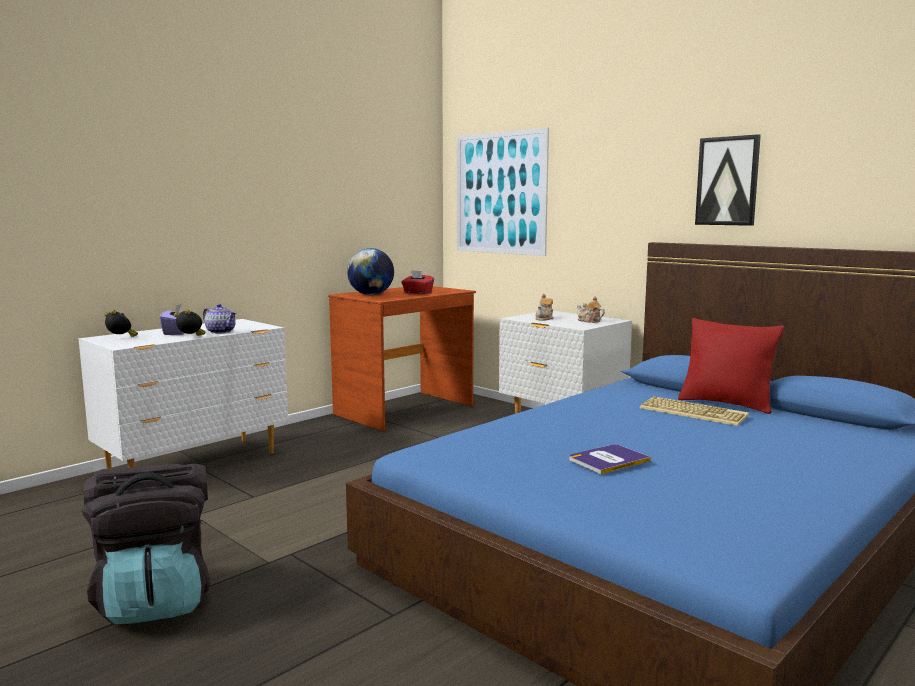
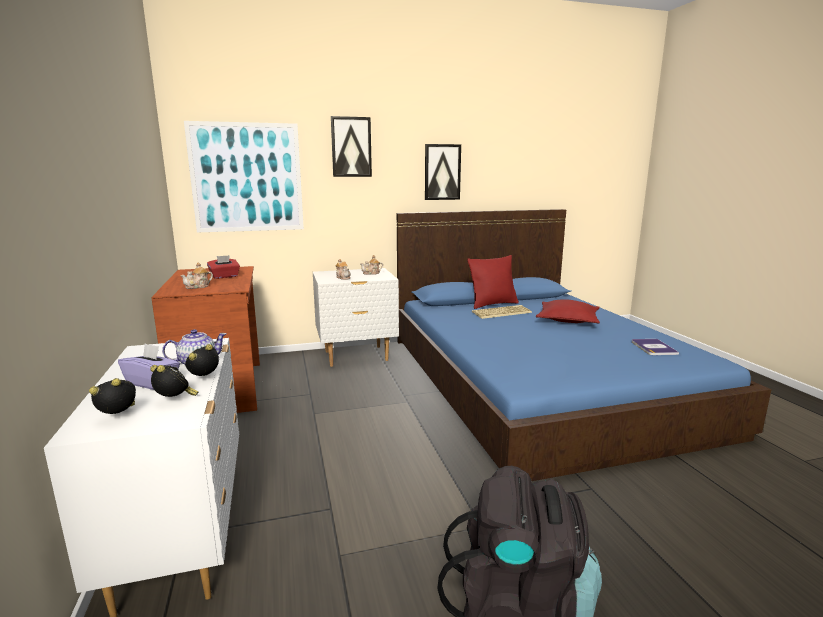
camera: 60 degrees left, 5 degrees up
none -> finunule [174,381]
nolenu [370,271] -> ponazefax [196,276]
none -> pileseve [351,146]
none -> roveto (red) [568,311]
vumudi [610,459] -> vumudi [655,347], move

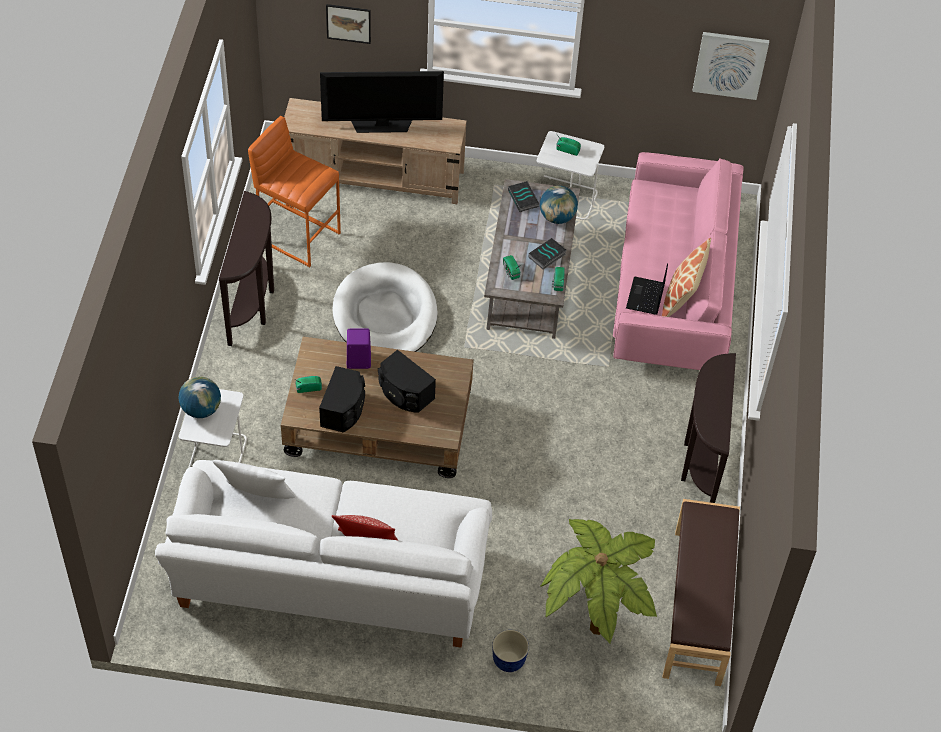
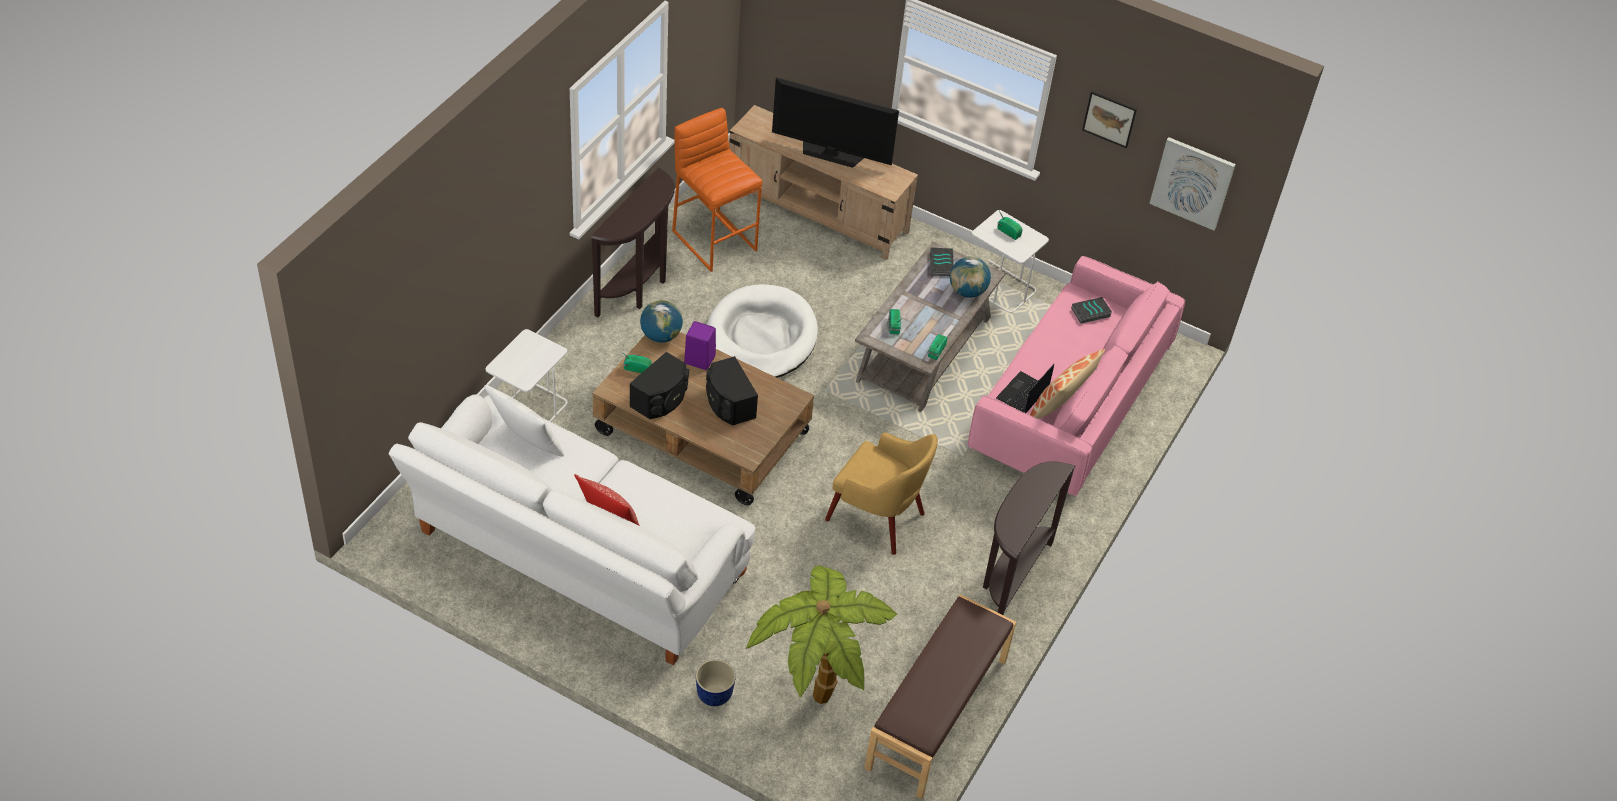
camera: 20 degrees right, 5 degrees down
nolenu [200,397] -> nolenu [661,321], move
none -> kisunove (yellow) [881,493]
vumudi [547,254] -> vumudi [1092,310], move
pileseve [348,24] -> pileseve [1109,119], move

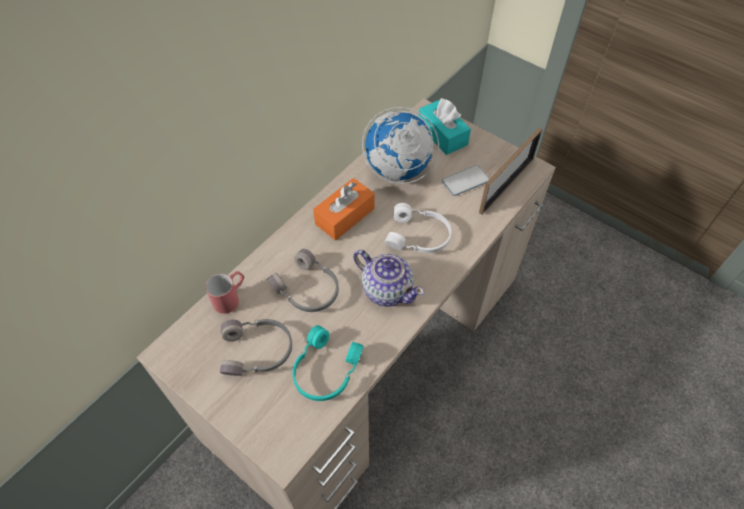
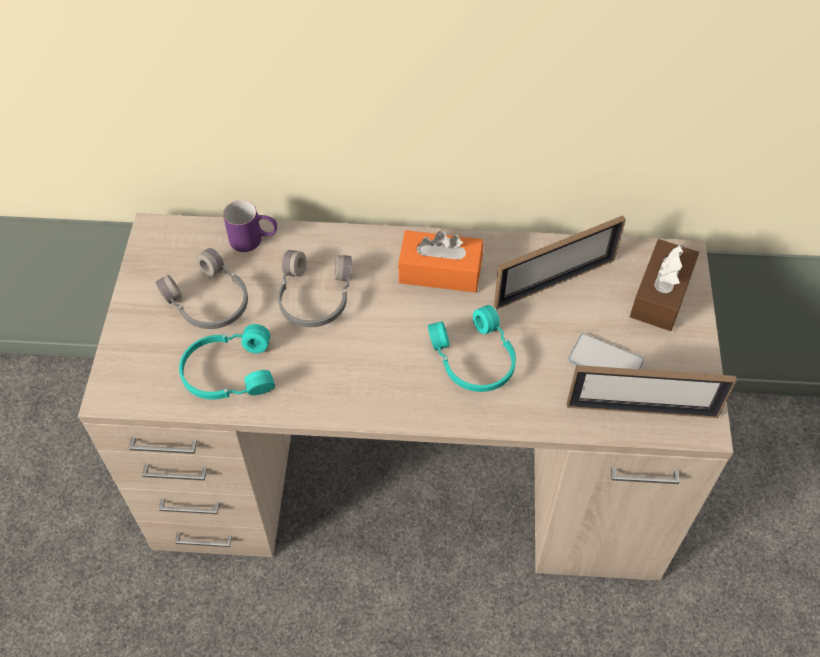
camera: 55 degrees right, 0 degrees up
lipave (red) [224,292] -> lipave (purple) [250,226]
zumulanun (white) [418,228] -> zumulanun (turquoise) [472,348]
nolenu [400,145] -> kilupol [560,262]
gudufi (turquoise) [445,126] -> gudufi (brown) [664,285]
ponazefax [388,278] -> none

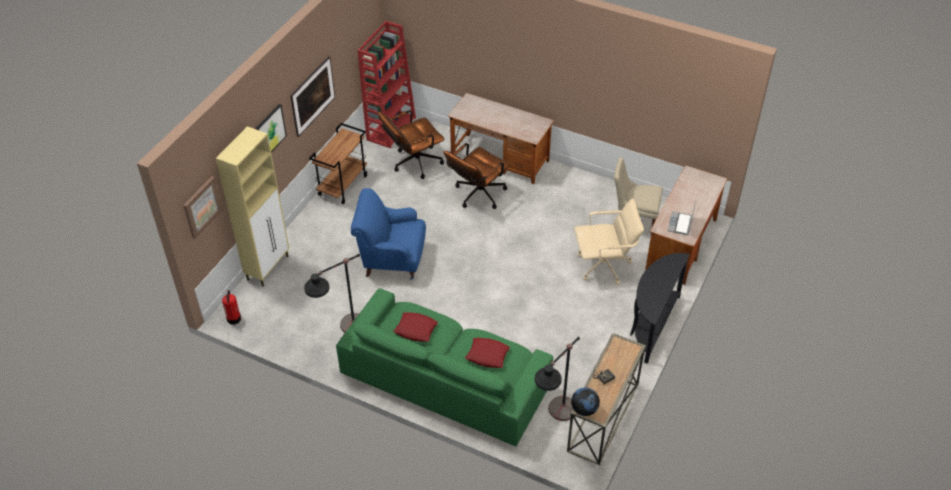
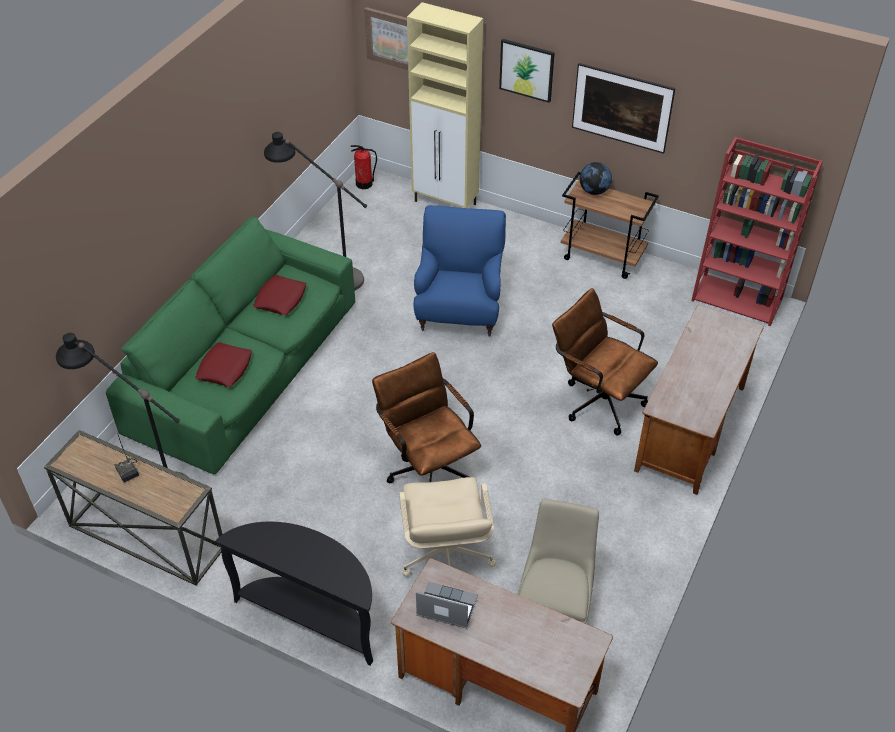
camera: 90 degrees right, 0 degrees up
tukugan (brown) [411,144] -> tukugan (brown) [426,417], move
nolenu [585,401] -> nolenu [596,178], move

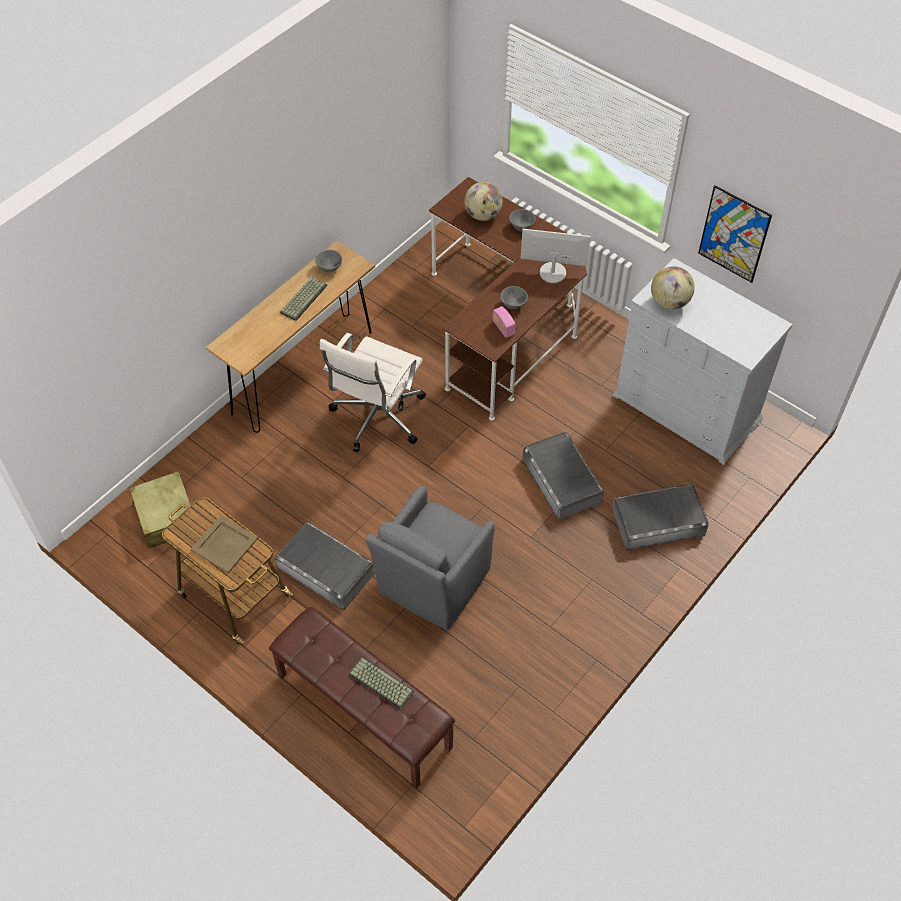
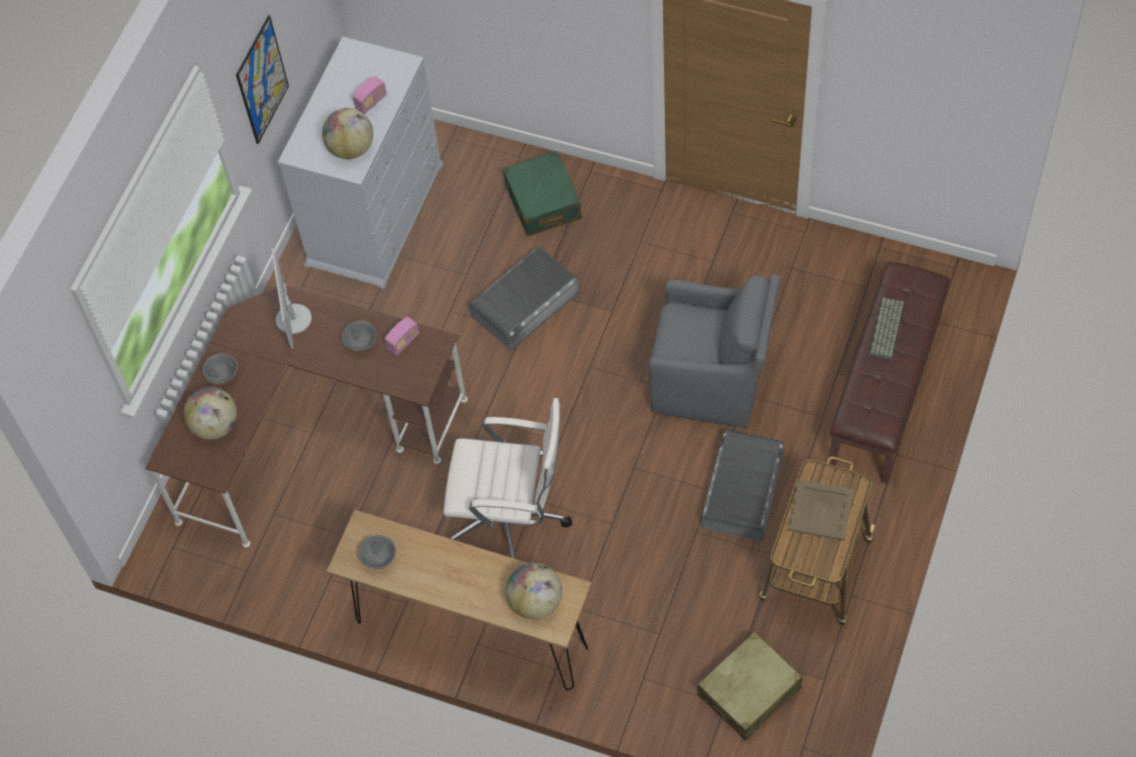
camera: 105 degrees left, 5 degrees up
none -> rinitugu [370,95]
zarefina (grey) [660,517] -> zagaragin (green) [542,193]
none -> nolenu [534,591]
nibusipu [303,299] -> none

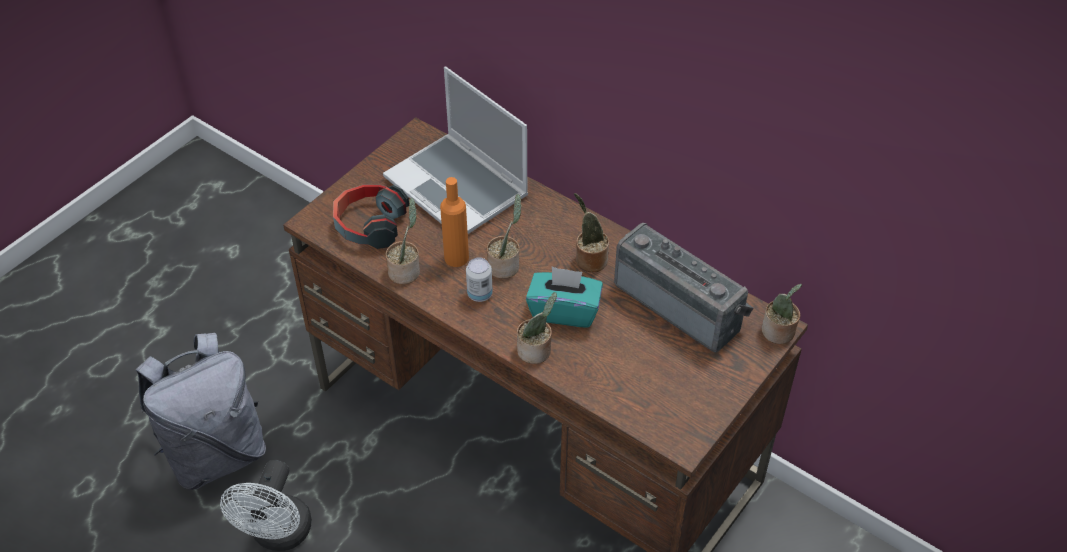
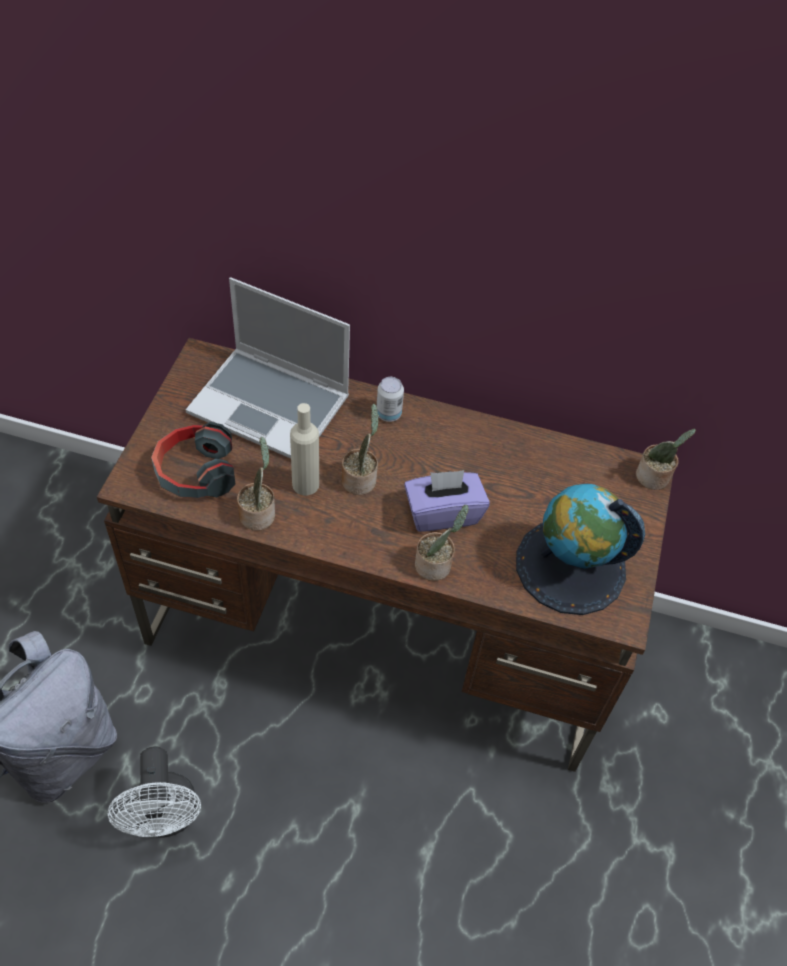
camera: 25 degrees left, 5 degrees up
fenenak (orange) [454,222] -> fenenak (beige) [304,449]
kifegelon [479,280] -> kifegelon [390,399], move
gudufi (turquoise) [564,297] -> gudufi (purple) [447,501]
none -> nolenu [580,549]
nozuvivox [591,232] -> none
rinitugu [684,287] -> none

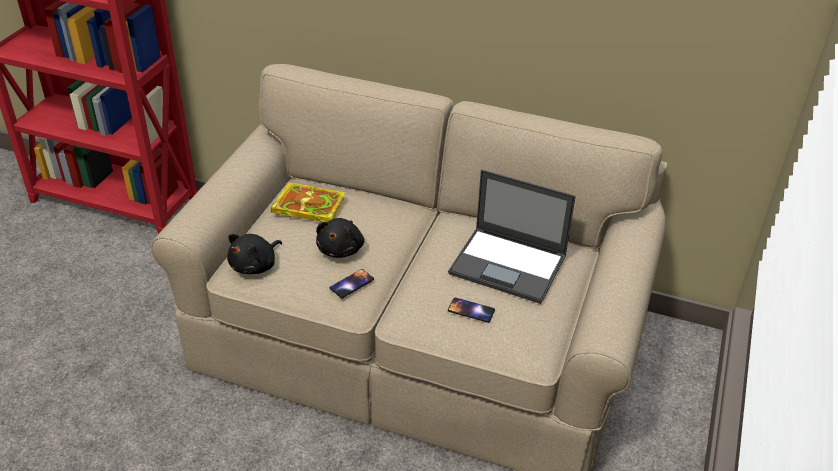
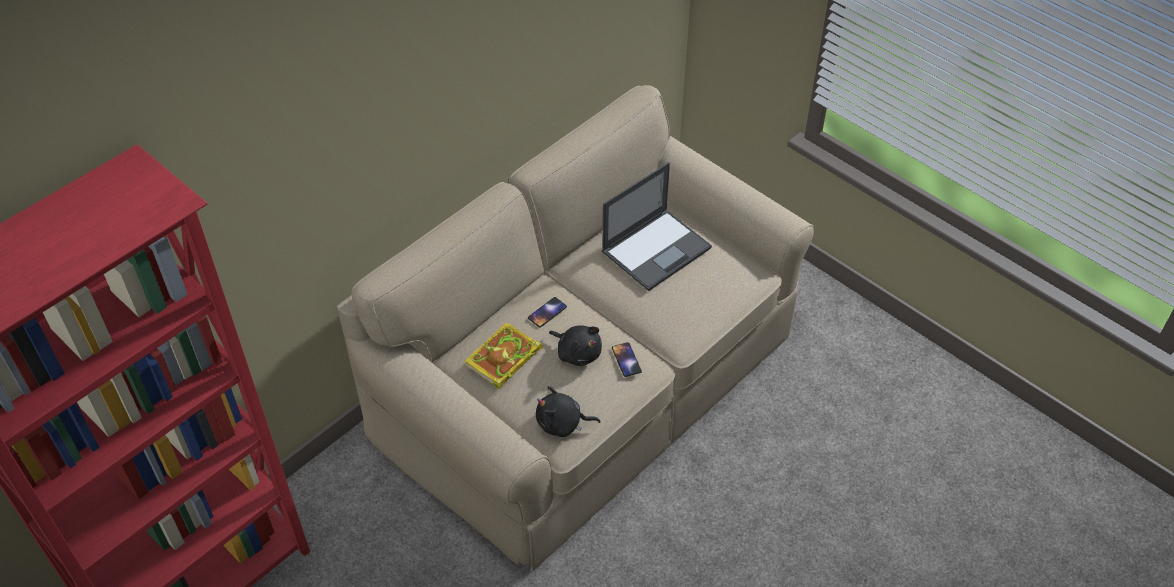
camera: 65 degrees left, 10 degrees up
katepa [471,310] -> katepa [547,312], move
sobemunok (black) [254,254] -> sobemunok (black) [568,411], 120 degrees clockwise

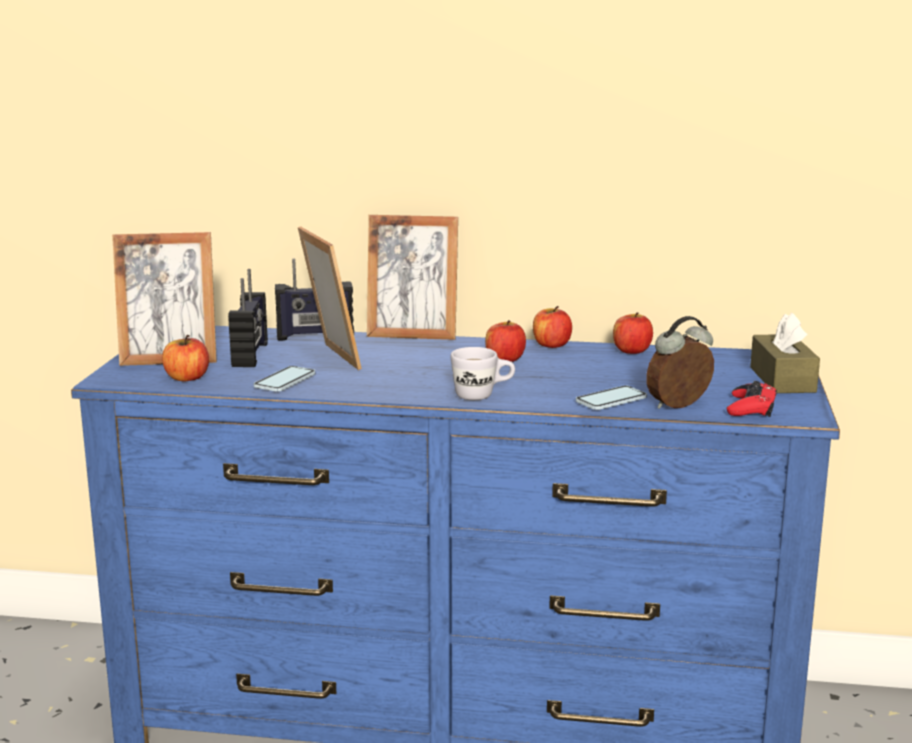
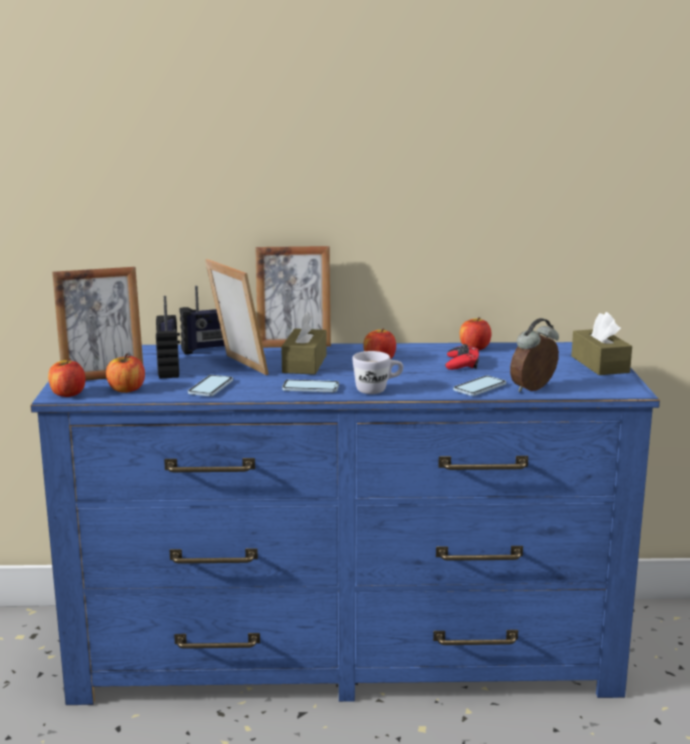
camera: 10 degrees left, 0 degrees up
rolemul [552,327] -> rolemul [67,377], move
none -> gudufi (brown) [304,343]
none -> katepa [310,386]
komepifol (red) [751,399] -> komepifol (red) [462,357], move

